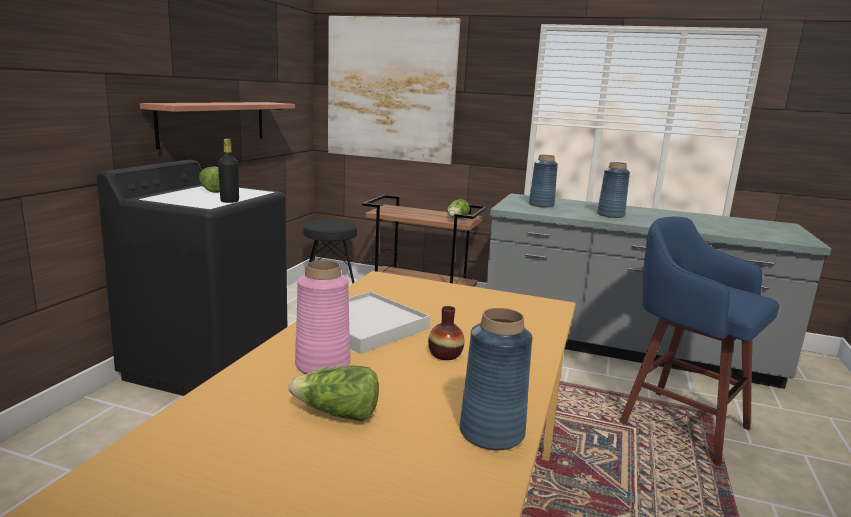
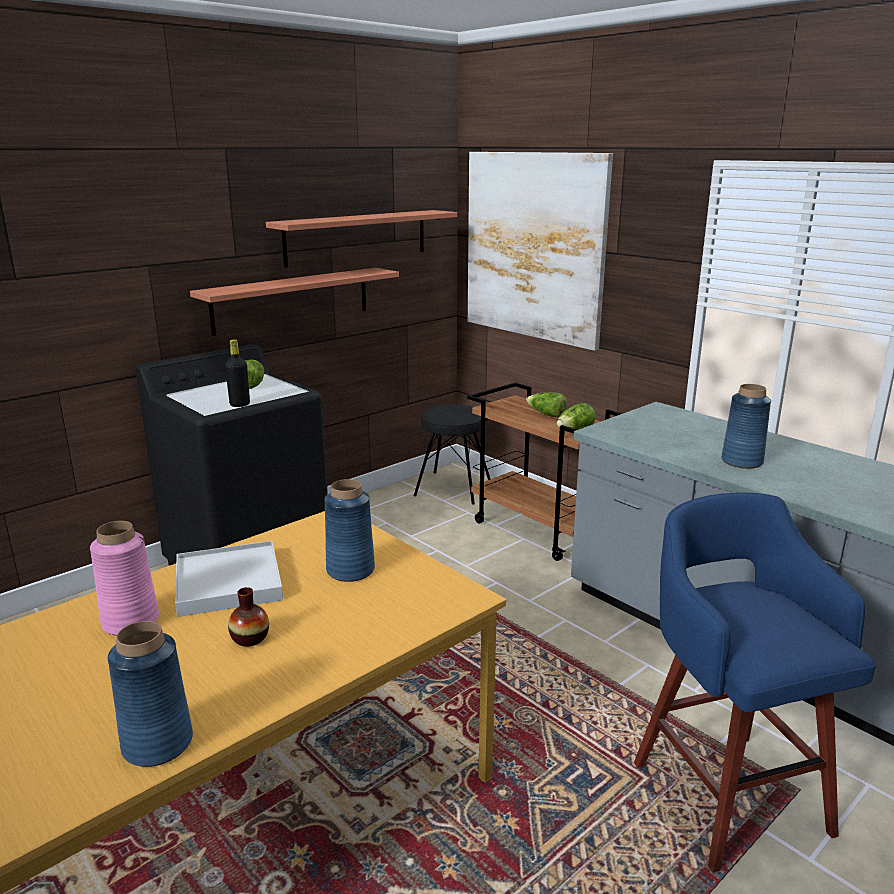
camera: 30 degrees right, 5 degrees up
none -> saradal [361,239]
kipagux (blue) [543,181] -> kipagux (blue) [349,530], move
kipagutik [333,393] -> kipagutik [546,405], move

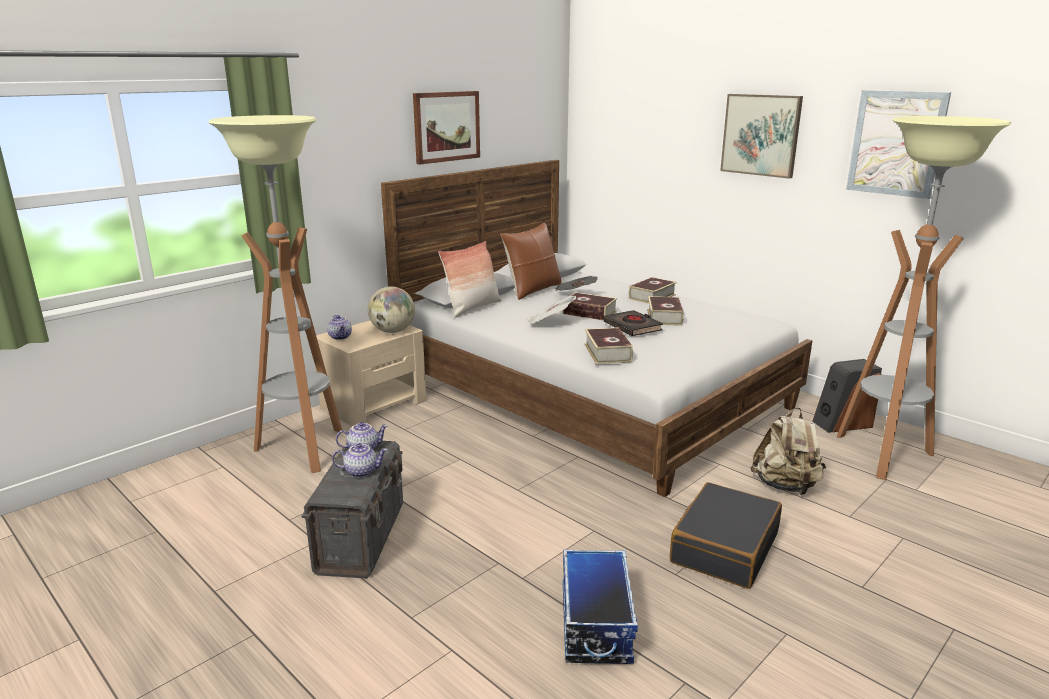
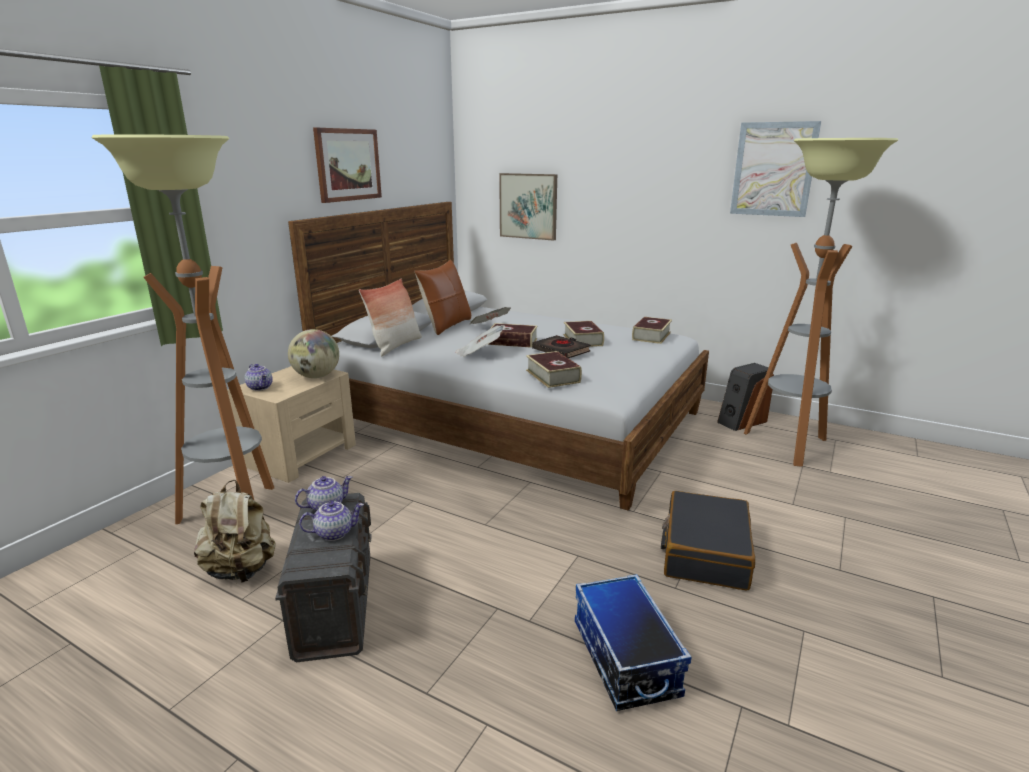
camera: 15 degrees left, 0 degrees up
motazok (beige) [788,451] -> motazok (beige) [234,531], move
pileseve [761,136] -> pileseve [528,207], move
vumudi [653,290] -> vumudi [652,330], move

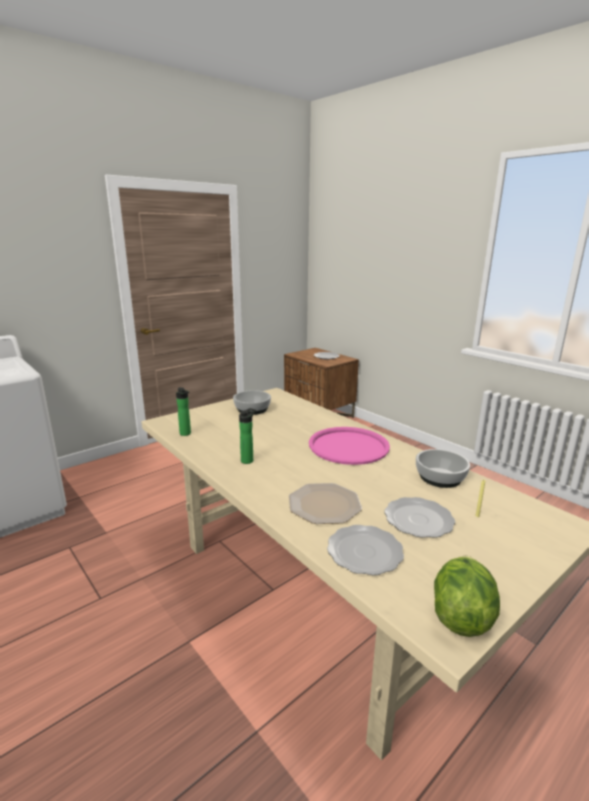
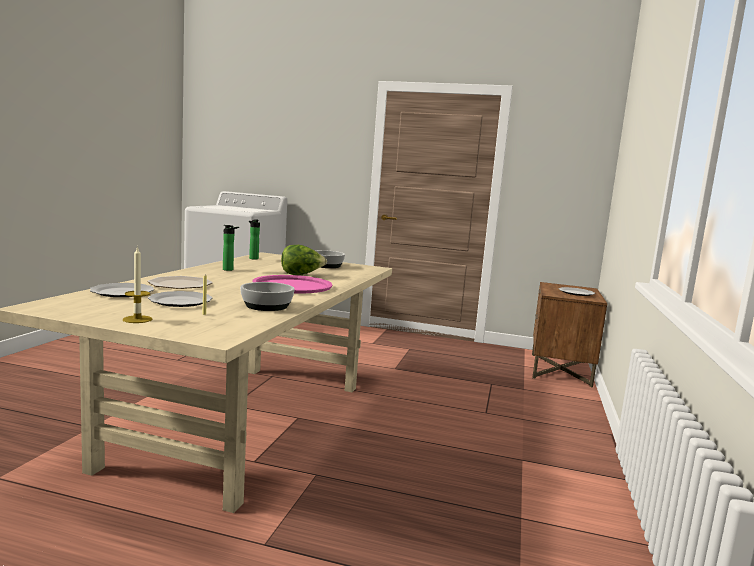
camera: 55 degrees right, 10 degrees down
none -> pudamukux [137,284]
kipagutik [467,596] -> kipagutik [304,260], move

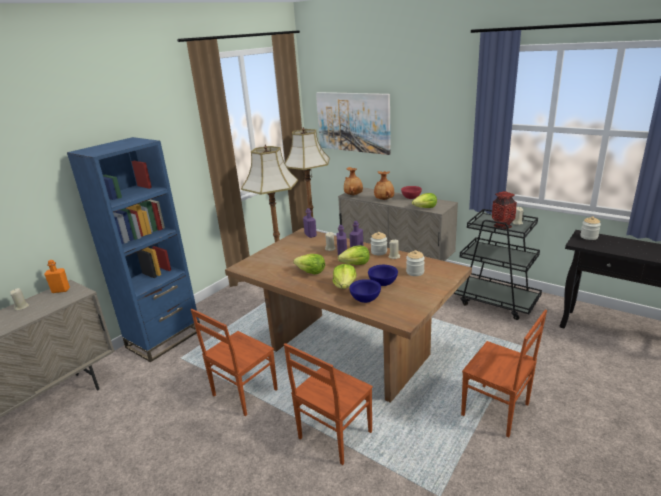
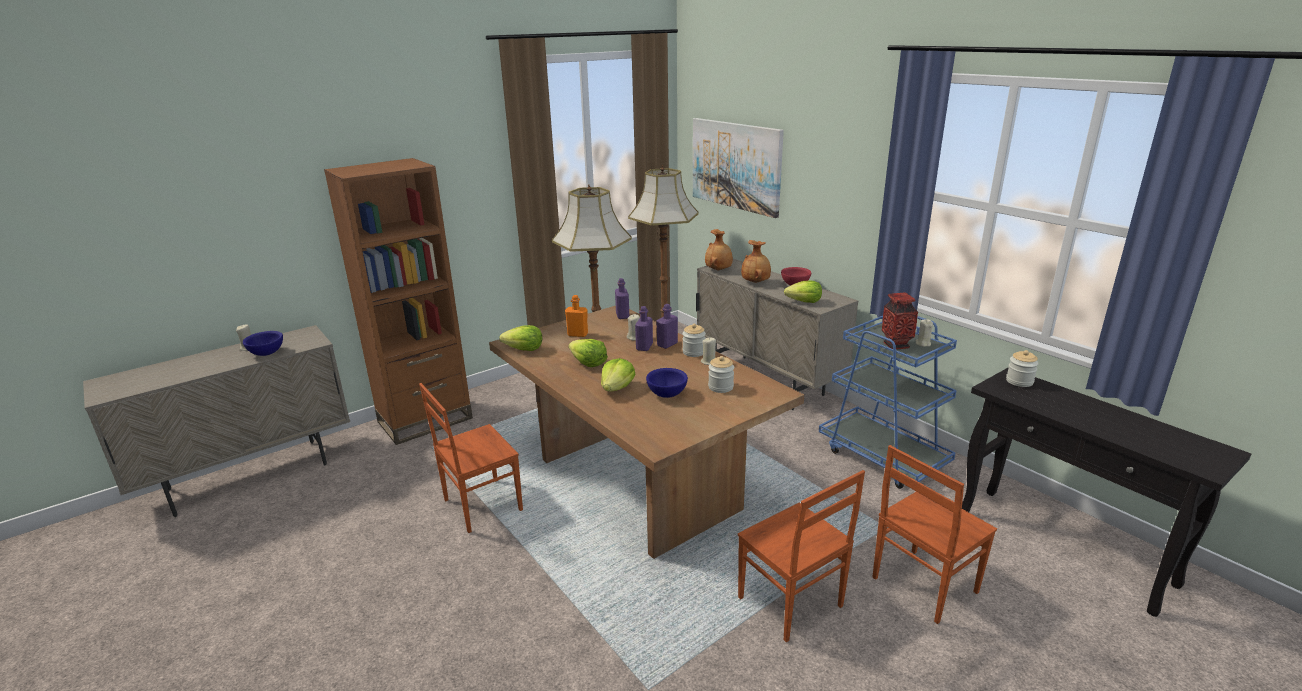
camera: 15 degrees right, 0 degrees up
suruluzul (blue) [365,291] -> suruluzul (blue) [263,343], move
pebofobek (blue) [134,249] -> pebofobek (brown) [398,301]
kipagutik [354,255] -> kipagutik [521,338], move
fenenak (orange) [57,276] -> fenenak (orange) [576,316], move
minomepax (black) [497,264] -> minomepax (blue) [888,402]
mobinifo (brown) [328,404] -> mobinifo (brown) [934,534], move

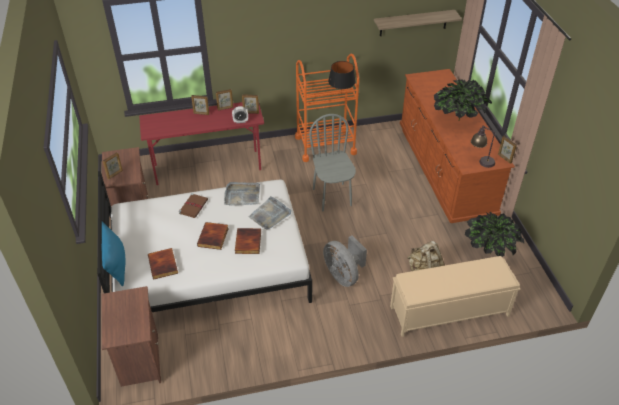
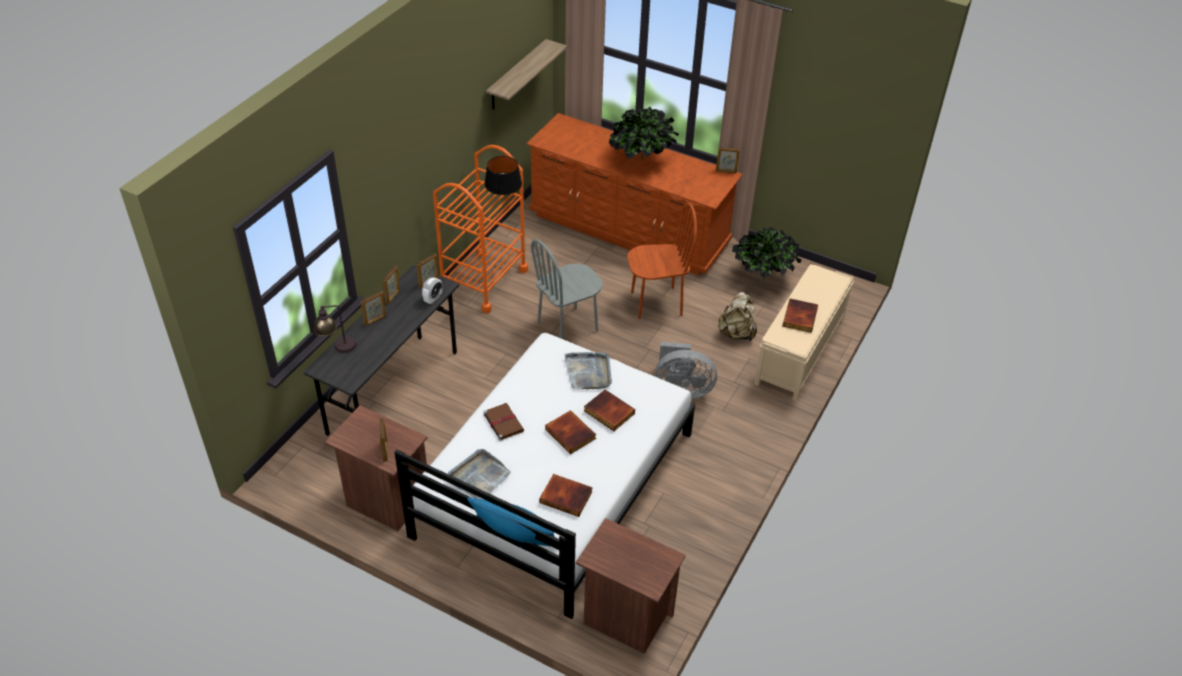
camera: 50 degrees left, 0 degrees up
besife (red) [201,143] -> besife (grey) [381,350]
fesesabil [483,146] -> fesesabil [335,329], move
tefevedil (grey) [242,194] -> tefevedil (grey) [479,474], move
mobinifo (grey) [332,162] -> mobinifo (grey) [567,289], 60 degrees counterclockwise
none -> mobinifo (brown) [662,260]
none -> vumudi [800,316]

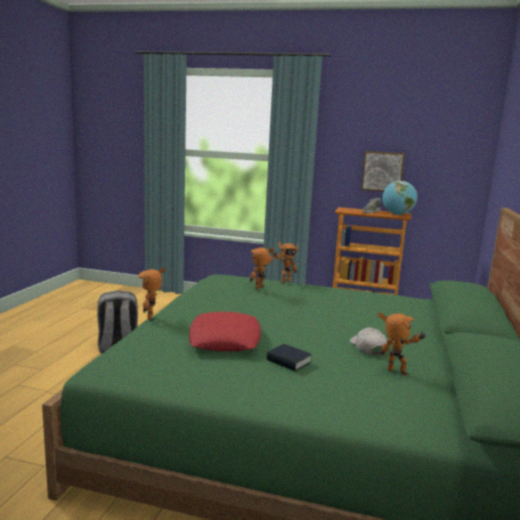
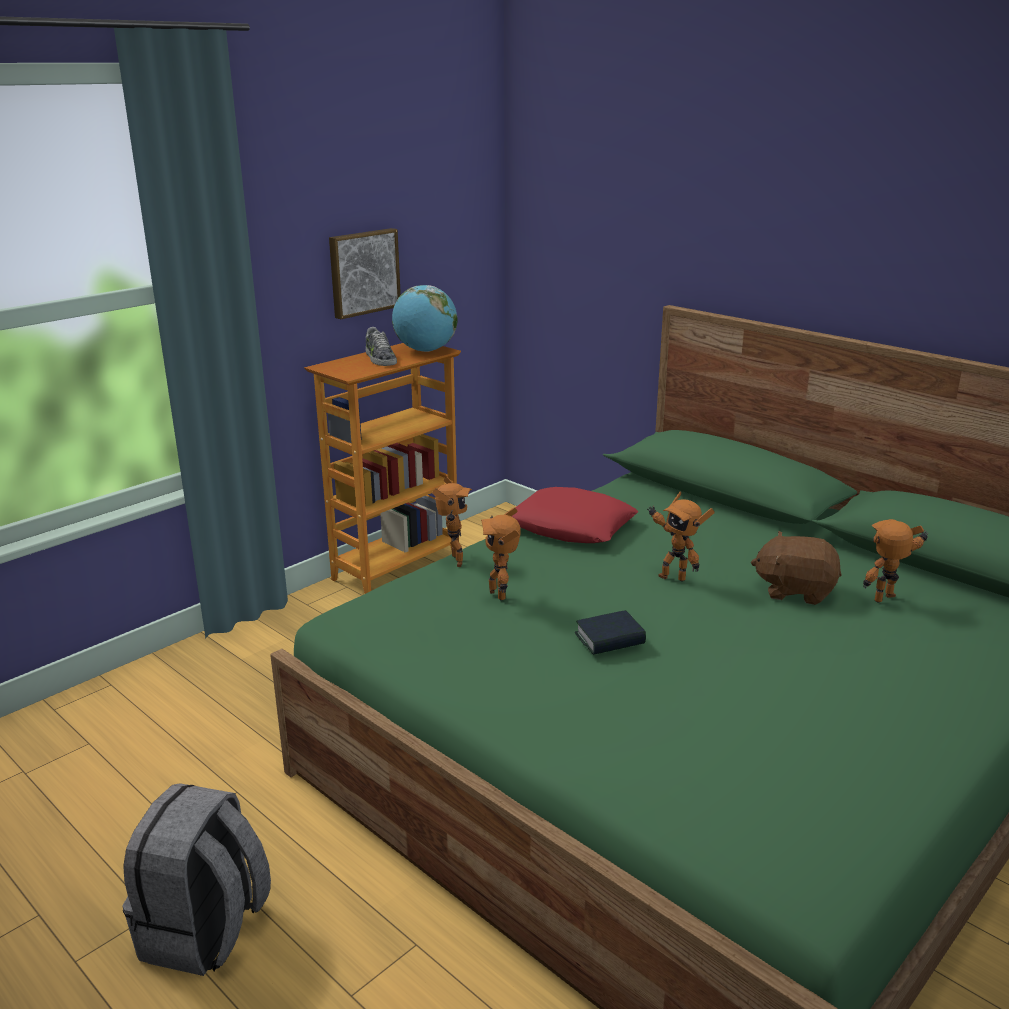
camera: 60 degrees left, 10 degrees up
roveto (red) [225,331] -> roveto (red) [575,515], move
vumudi [289,358] -> vumudi [610,632], move
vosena [151,294] -> vosena [681,537], move
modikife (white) [368,341] -> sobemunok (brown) [796,568]

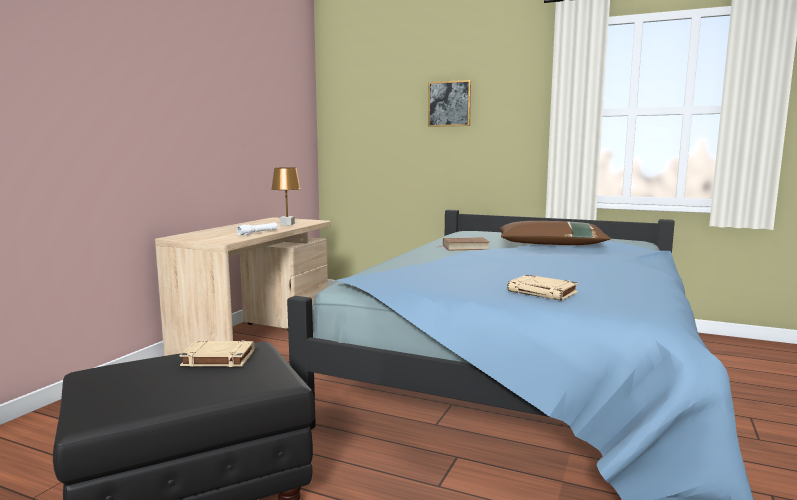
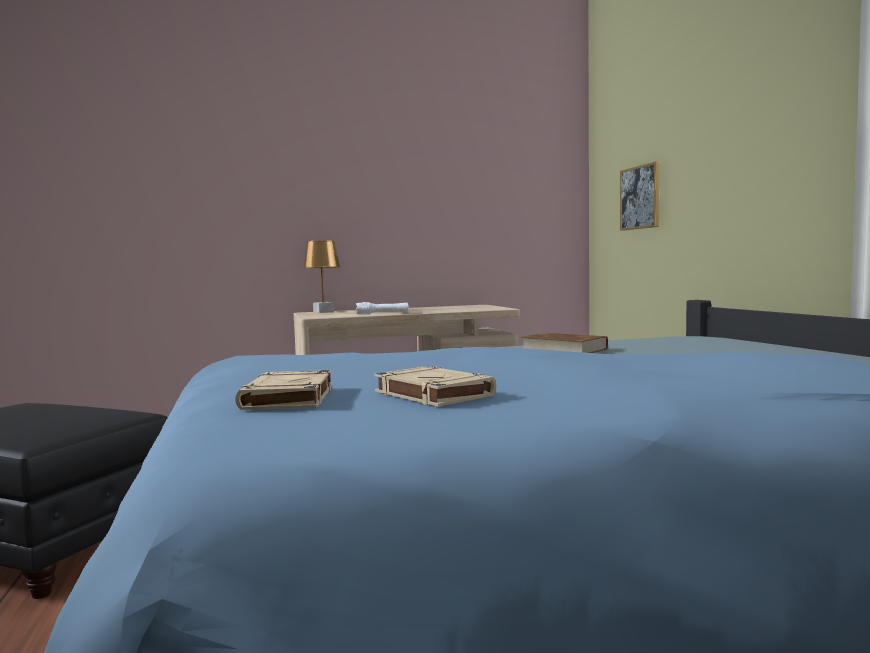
camera: 50 degrees right, 5 degrees down
fesesabil (brown) [286,196] -> fesesabil (brown) [321,276], move
vumudi (beige) [216,353] -> vumudi (beige) [435,386], move
pileseve [449,103] -> pileseve [640,196], move
roveto (brown) [555,233] -> none

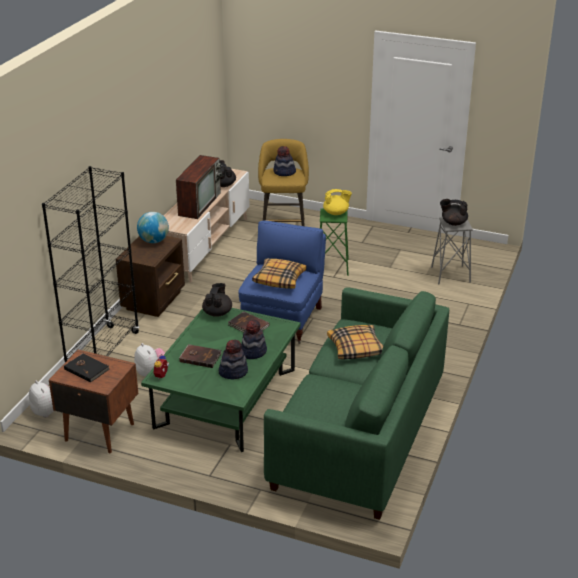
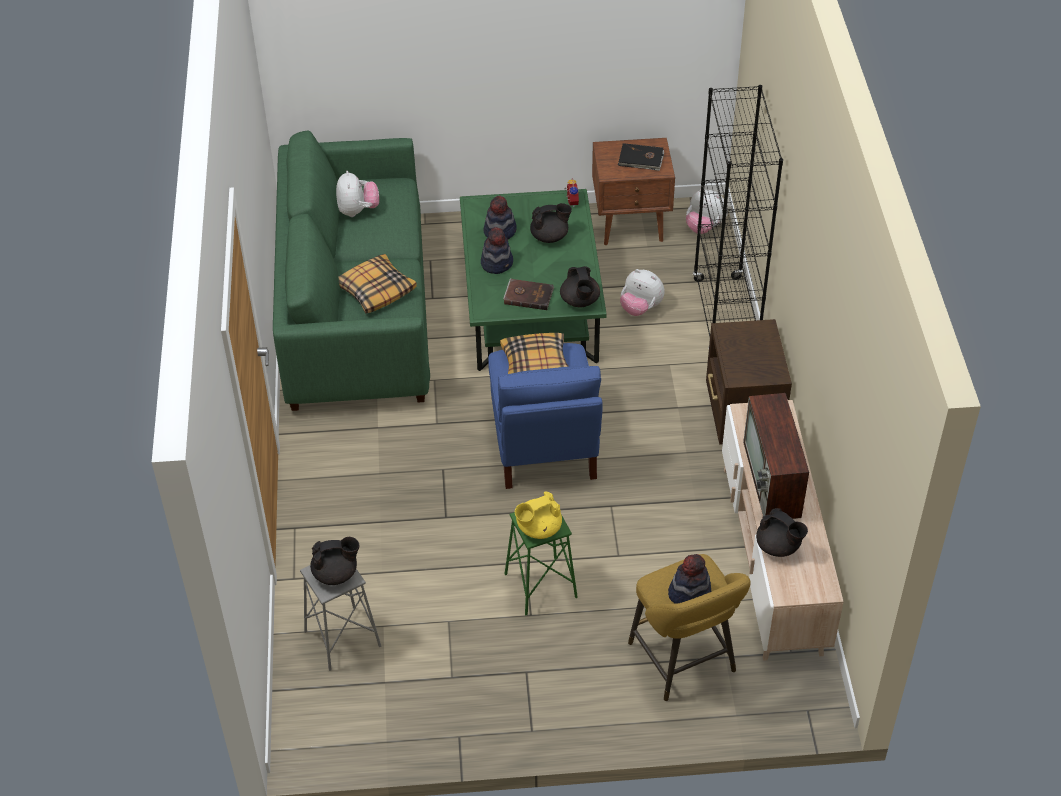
camera: 155 degrees right, 15 degrees up
none -> sobemunok [357,194]
vumudi (brown) [200,356] -> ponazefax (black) [551,223]
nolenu [153,227] -> none

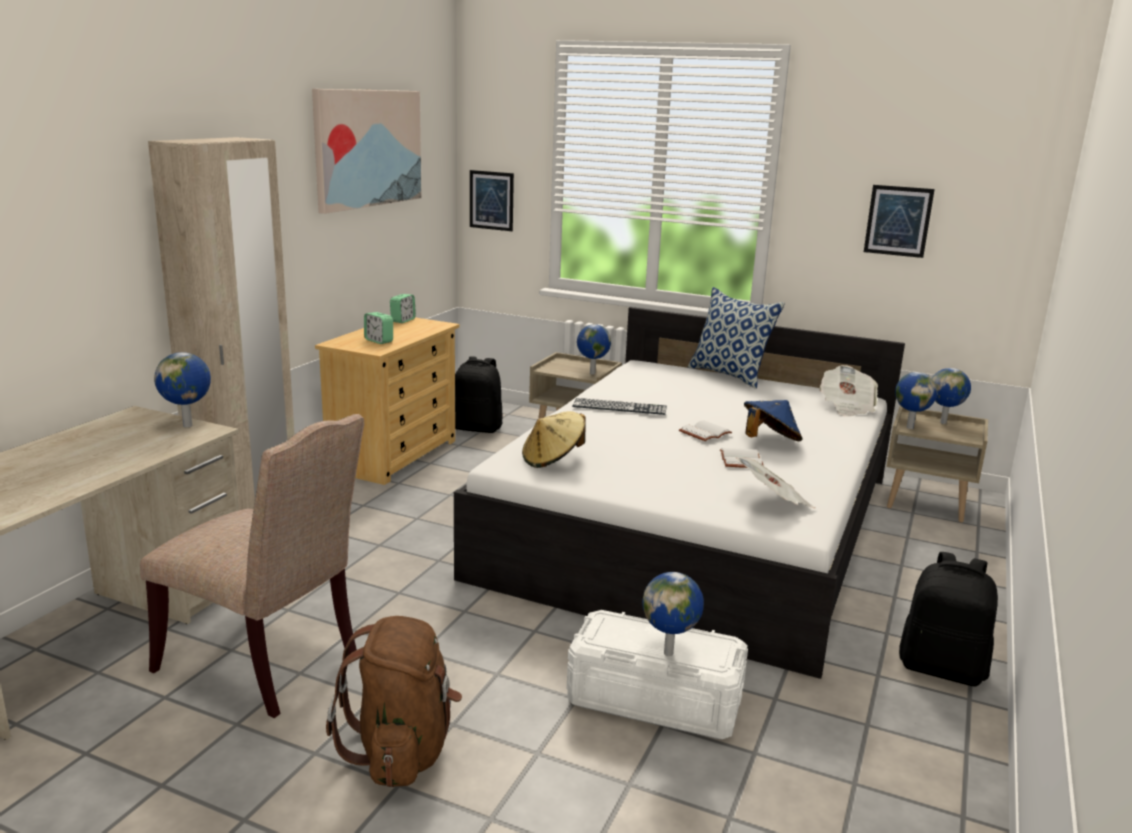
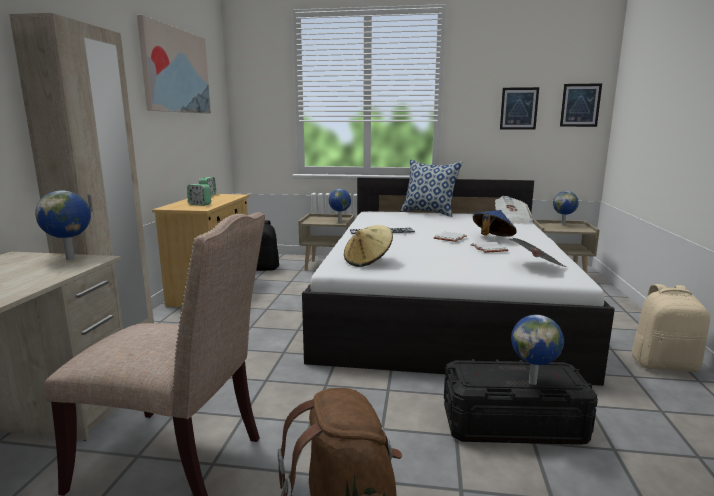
camera: 15 degrees left, 5 degrees down
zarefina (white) [657,674] -> zarefina (black) [521,402]
pileseve [492,200] -> pileseve [581,105], move
motazok (black) [948,619] -> motazok (beige) [671,328]
nolenu [916,400] -> none

